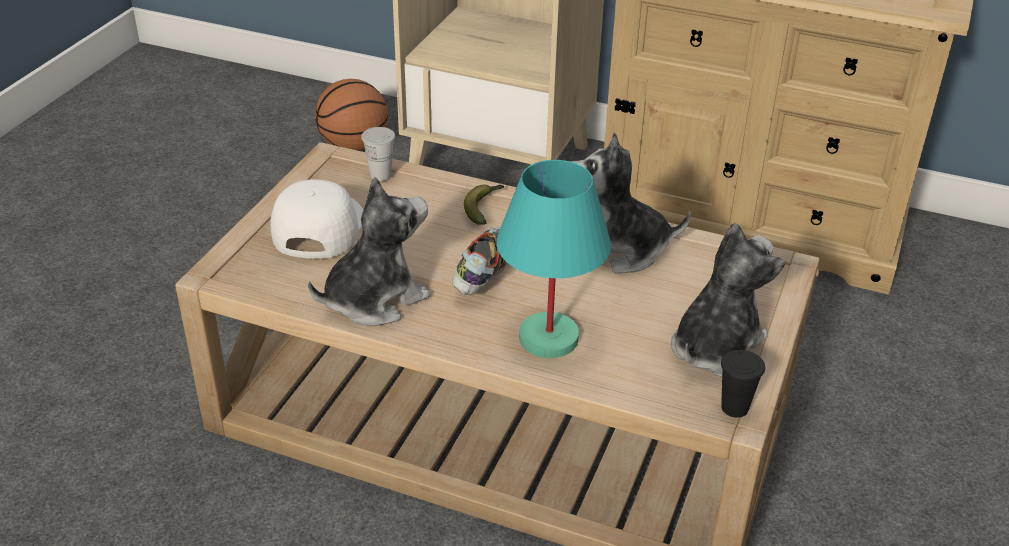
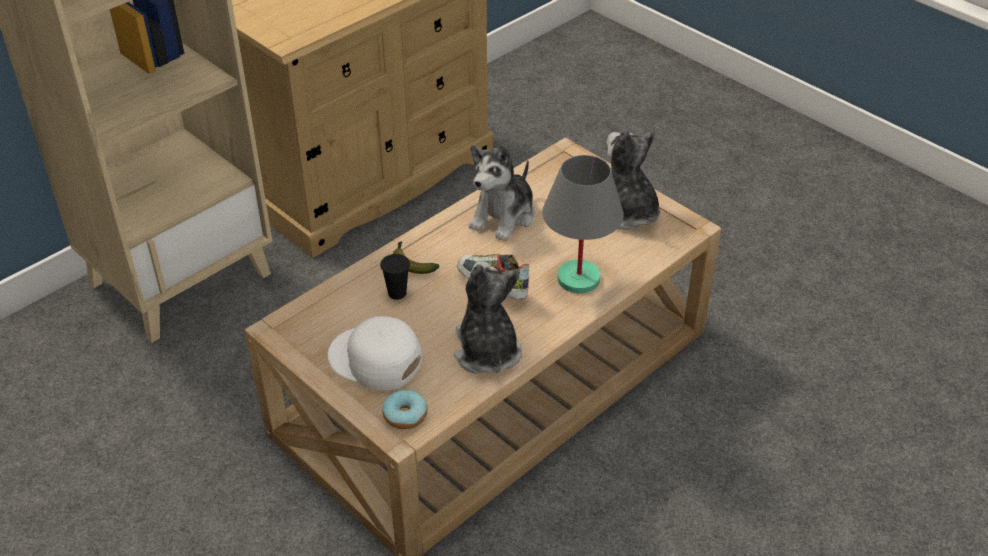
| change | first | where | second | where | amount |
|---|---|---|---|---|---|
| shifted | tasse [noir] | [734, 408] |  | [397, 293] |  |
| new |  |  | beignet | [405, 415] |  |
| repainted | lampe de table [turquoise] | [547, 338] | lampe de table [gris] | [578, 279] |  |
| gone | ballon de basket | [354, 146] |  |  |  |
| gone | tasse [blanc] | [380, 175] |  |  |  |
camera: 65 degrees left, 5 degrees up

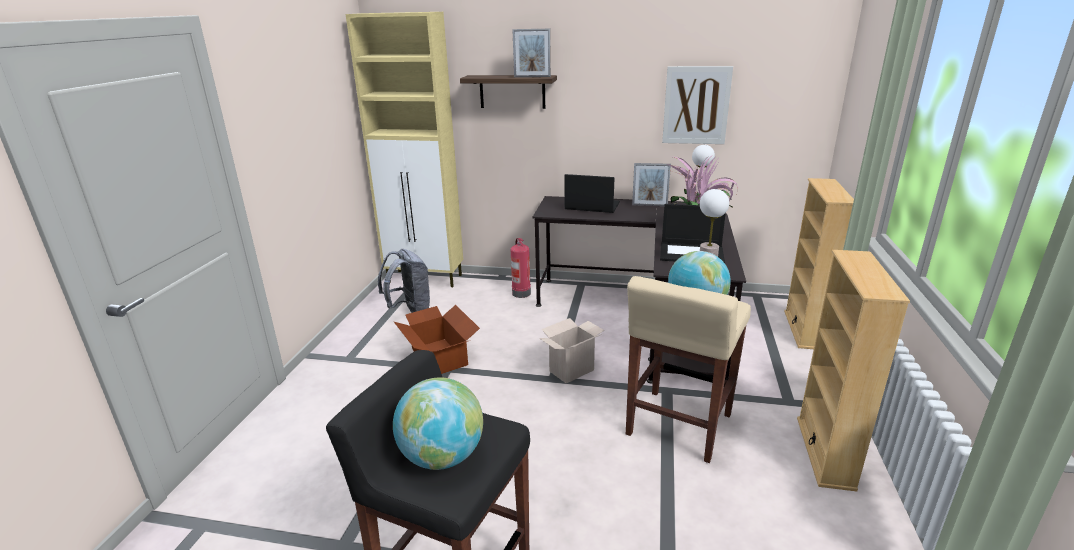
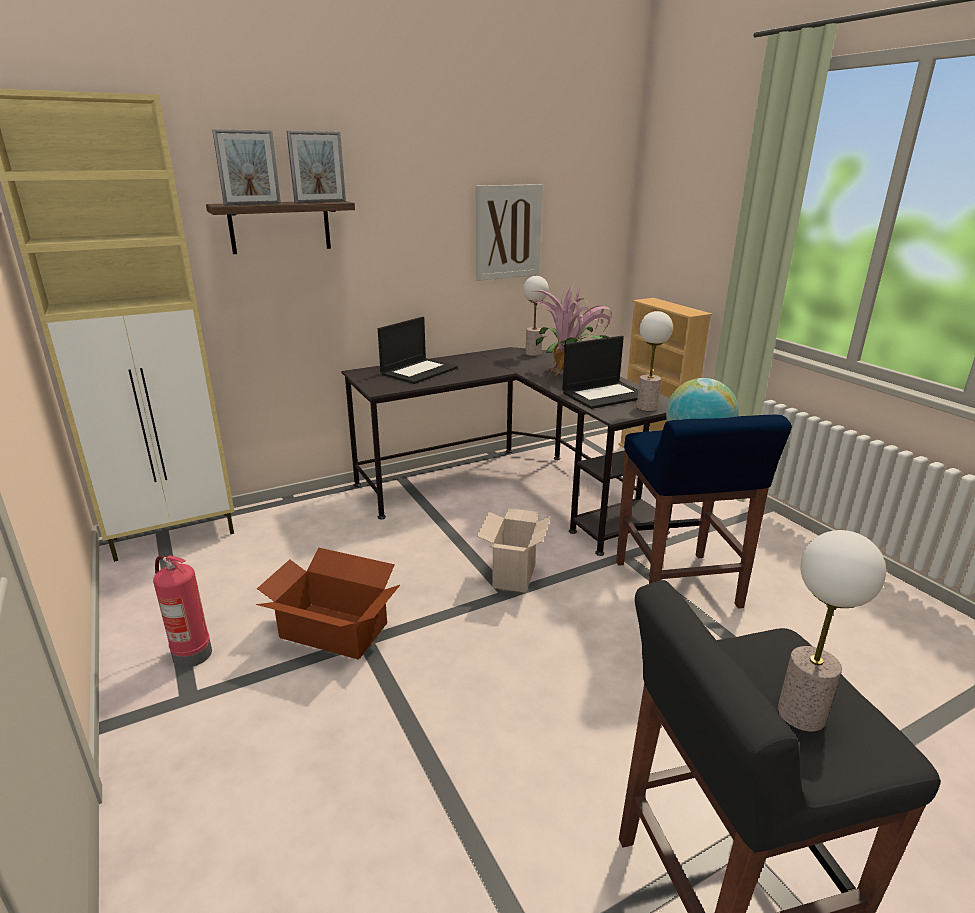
| change | first | where | second | where | amount |
|---|---|---|---|---|---|
| shifted | extincteur | [520, 293] |  | [190, 654] |  |
| shifted | cadre photo | [649, 205] |  | [252, 204] |  |
| rotated | ordinateur portable | [591, 206] |  | [419, 371] | 150 degrees clockwise |
| repainted | tabouret [beige] | [678, 426] | tabouret [bleu] | [677, 586] |  |
| swapped | globe | [442, 457] | lampe de table | [800, 714] |  |
| gone | sac à dos [gris] | [409, 310] |  |  |  |
| gone | bibliothèque [beige] | [825, 452] |  |  |  |
camera: 40 degrees left, 0 degrees up

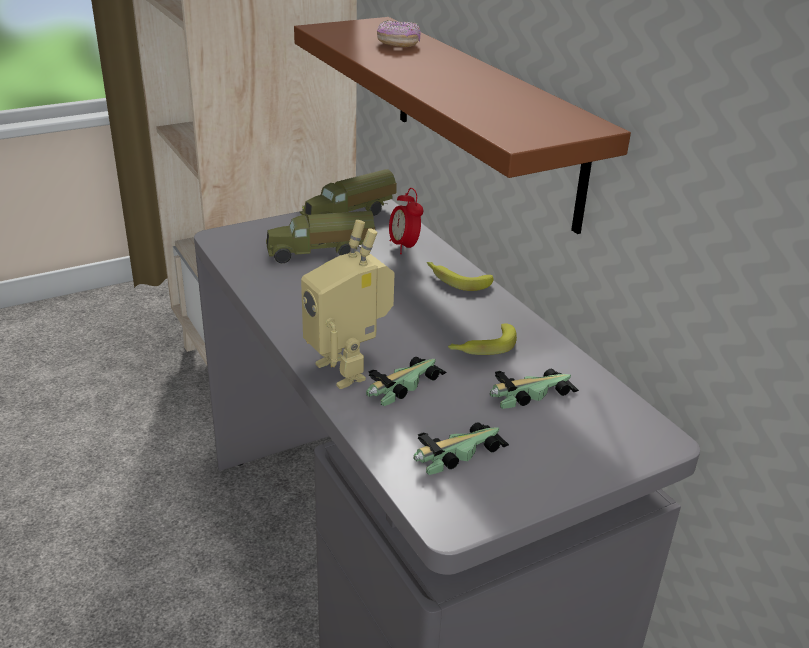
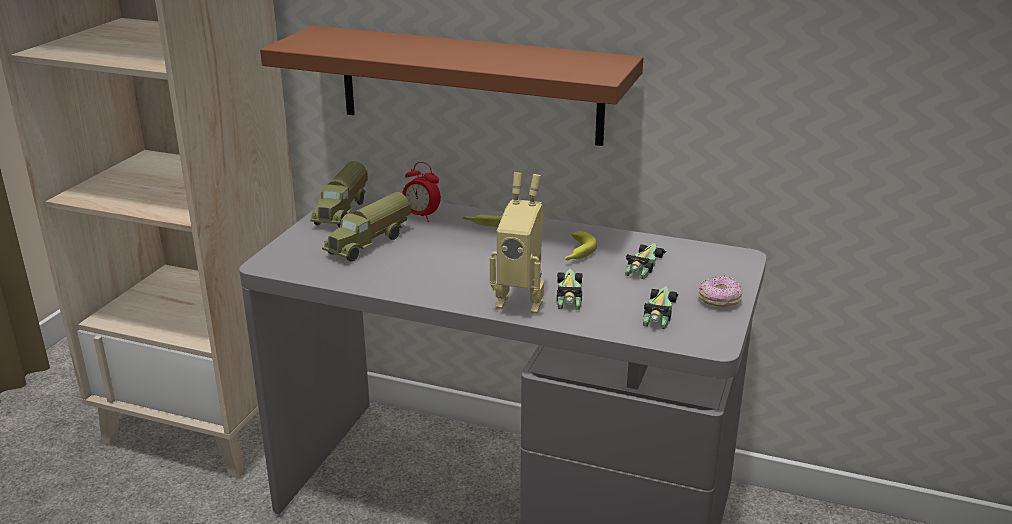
| change | first | where | second | where | amount |
|---|---|---|---|---|---|
| shifted | beignet | [398, 44] |  | [719, 301] |  |
camera: 40 degrees left, 5 degrees down

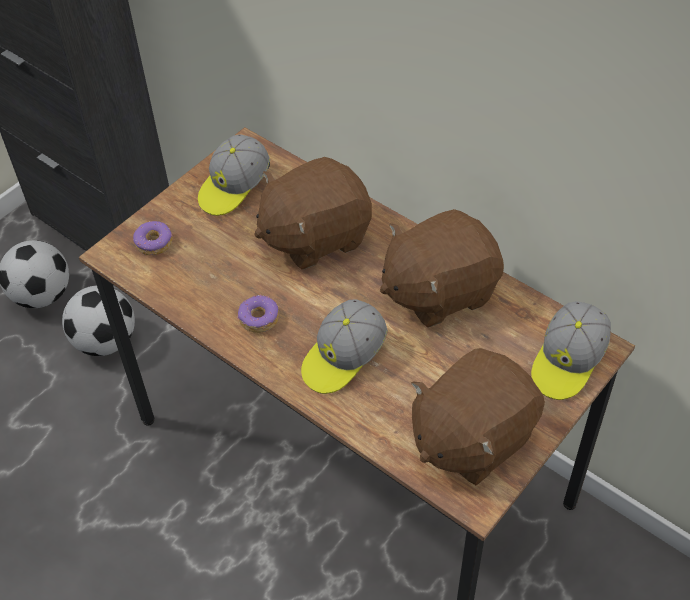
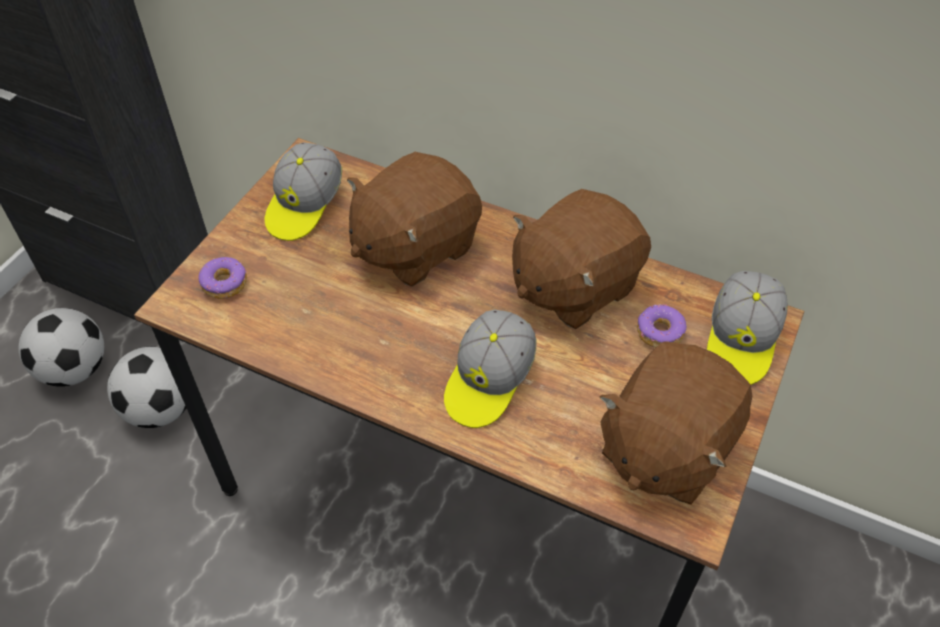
| change | first | where | second | where | amount |
|---|---|---|---|---|---|
| shifted | beignet | [258, 319] |  | [659, 332] |  |
camera: 15 degrees left, 0 degrees up

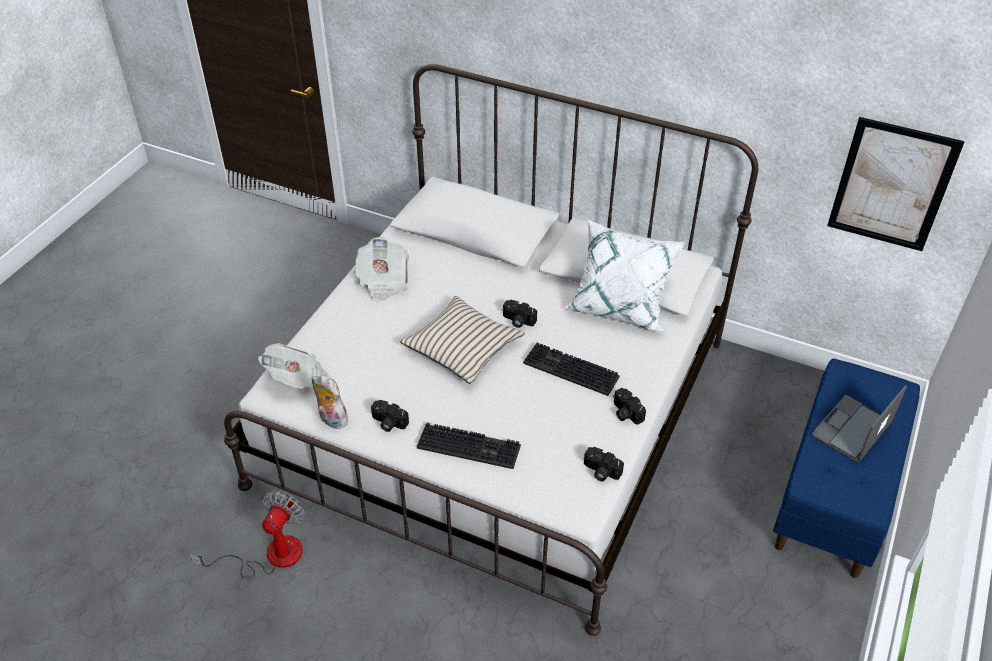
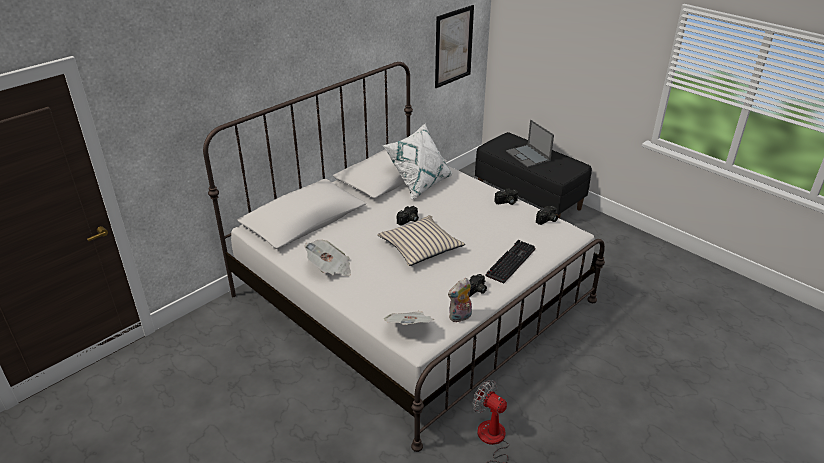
| change | first | where | second | where | amount |
|---|---|---|---|---|---|
| repainted | banc [bleu] | [836, 493] | banc [noir] | [529, 198] |  |
| gone | clavier | [568, 371] |  |  |  |
camera: 70 degrees left, 10 degrees down

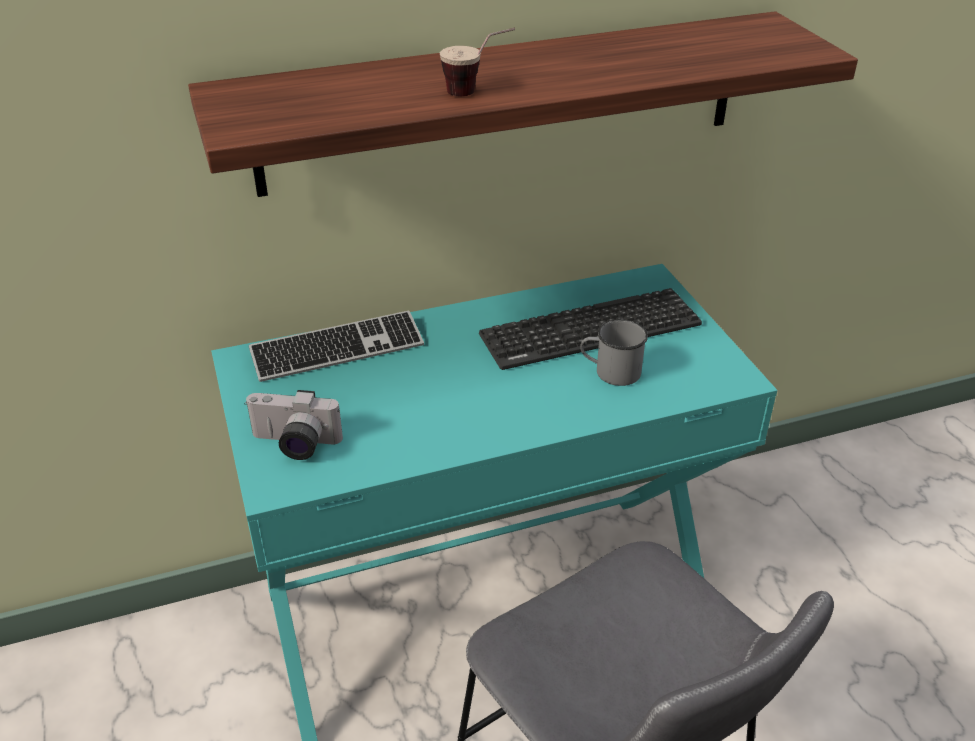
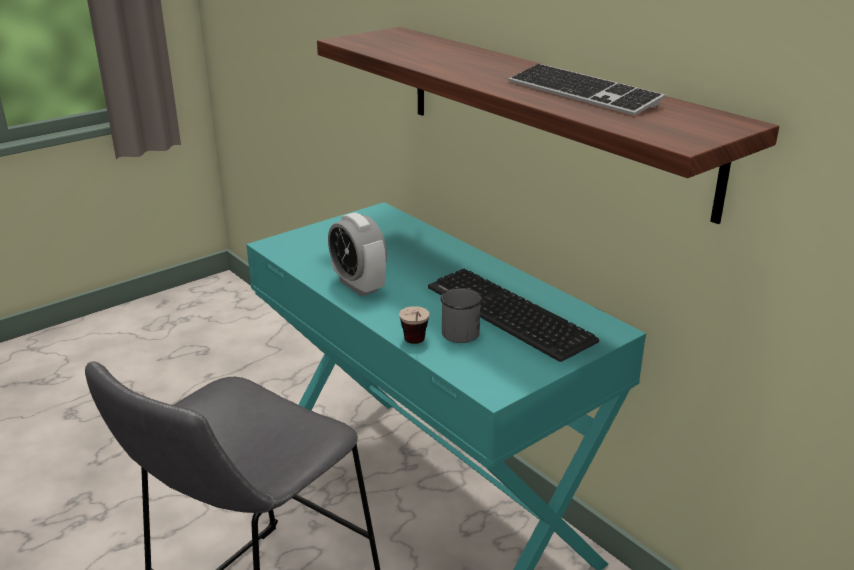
| change | first | where | second | where | amount |
|---|---|---|---|---|---|
| new |  |  | réveil | [358, 285] |  |
| shifted | tasse | [477, 93] |  | [416, 345] |  |
| shifted | clavier | [337, 349] |  | [582, 93] |  |
| gone | appareil photo | [294, 445] |  |  |  |
camera: 70 degrees right, 10 degrees down

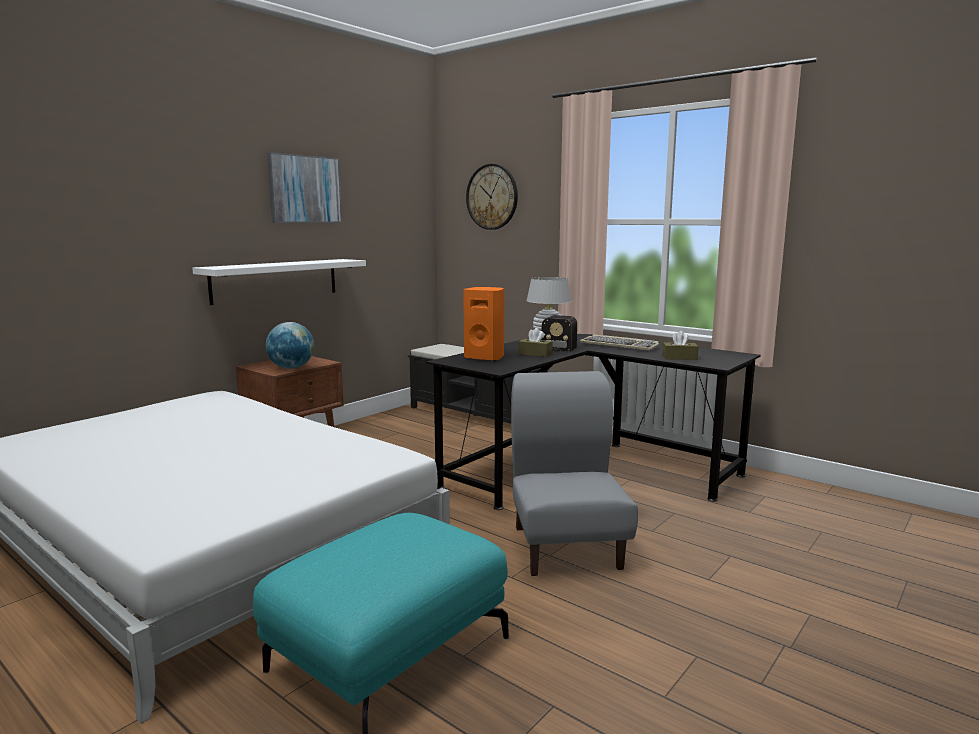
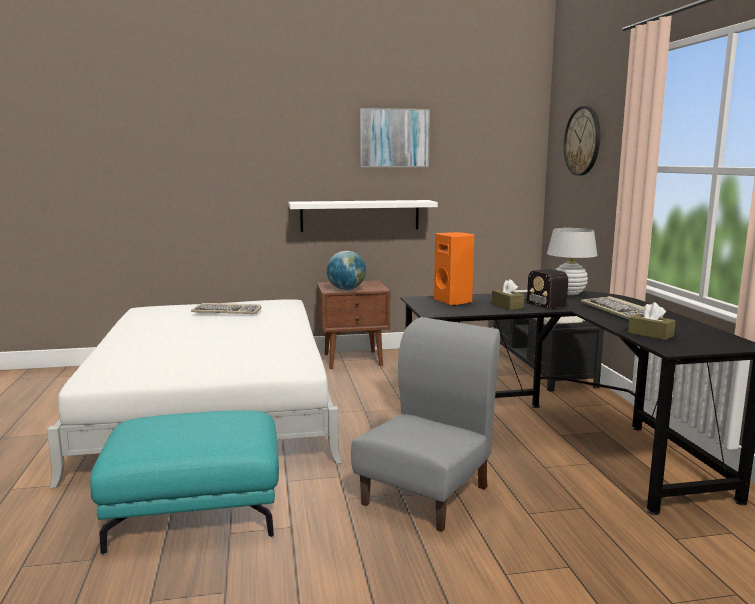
| change | first | where | second | where | amount |
|---|---|---|---|---|---|
| new |  |  | clavier | [228, 311] |  |
camera: 40 degrees right, 0 degrees up

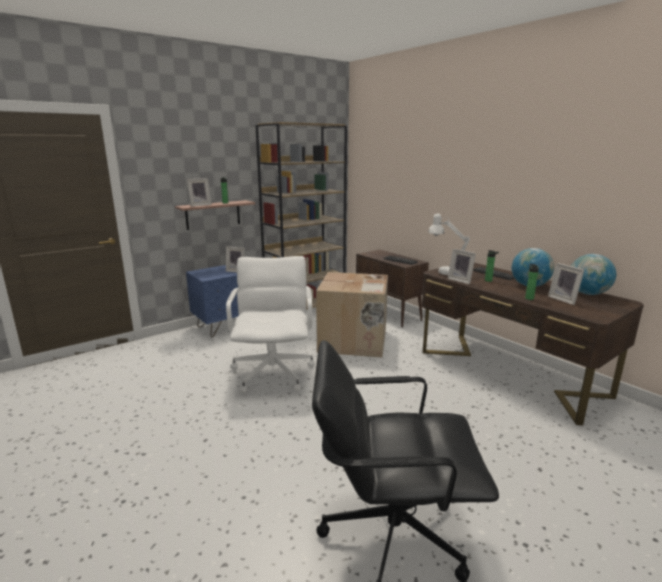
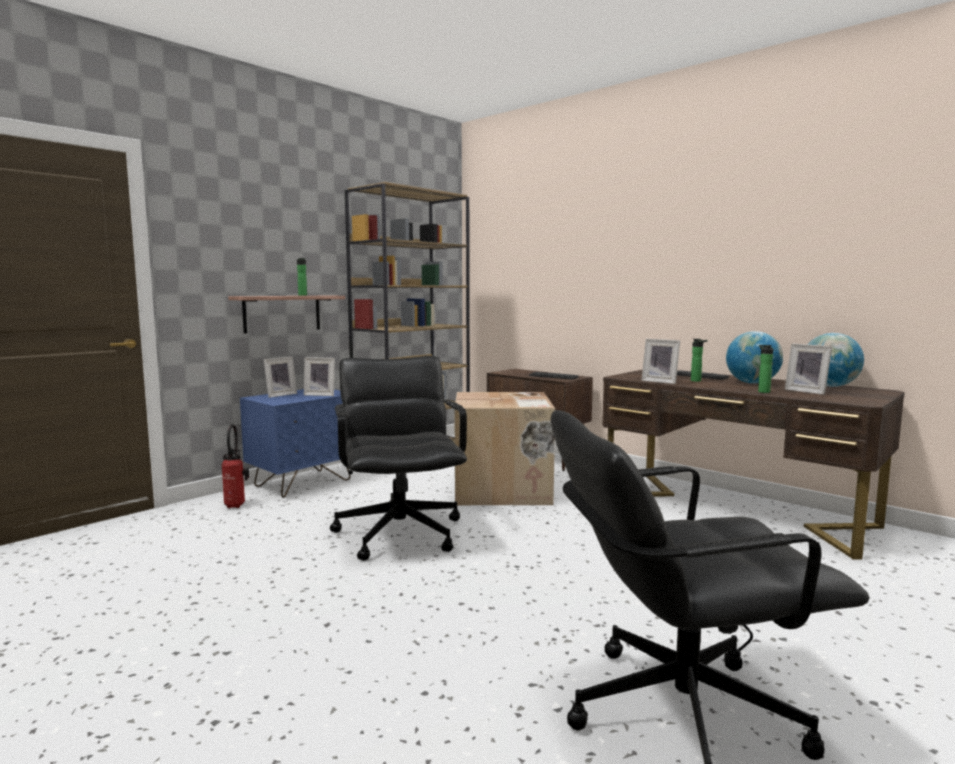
| change | first | where | second | where | amount |
|---|---|---|---|---|---|
| new |  |  | extincteur | [237, 505] |  |
| shifted | cadre photo | [199, 205] |  | [280, 395] |  |
| repainted | chaise de bureau [blanc] | [273, 373] | chaise de bureau [noir] | [400, 533] |  |
| gone | lampe de table [blanc] | [444, 271] |  |  |  |
camera: 10 degrees left, 10 degrees down

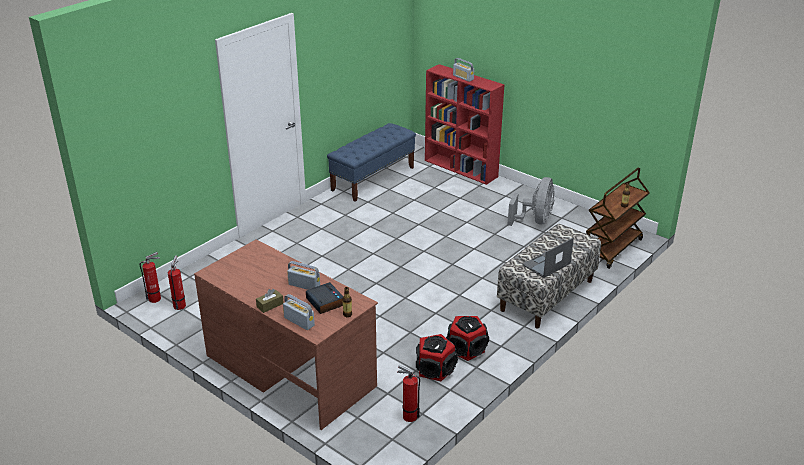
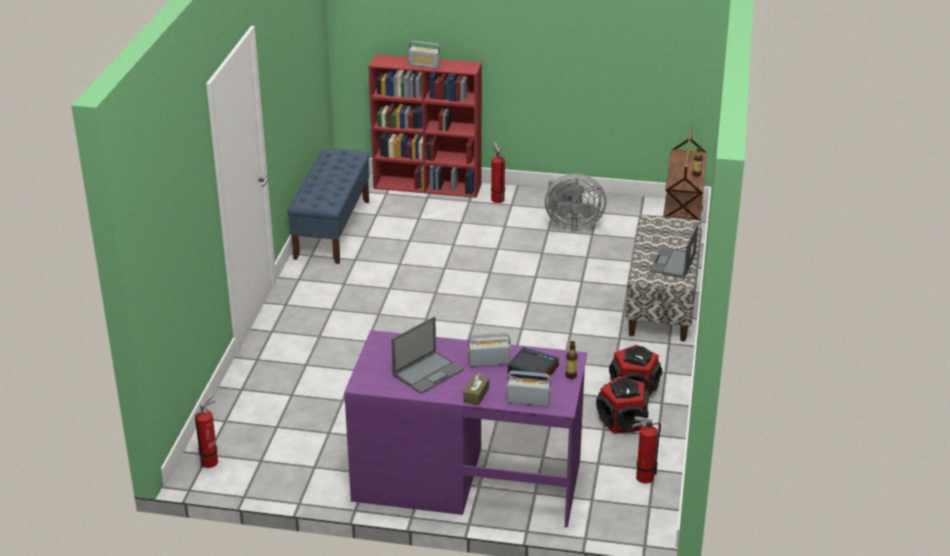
| change | first | where | second | where | amount |
|---|---|---|---|---|---|
| repainted | bureau [marron] | [290, 370] | bureau [violet] | [467, 479] |  |
| new |  |  | ordinateur portable | [428, 372] |  |
| shifted | extincteur | [180, 305] |  | [497, 198] |  |
| rotated | ventilateur [gris] | [535, 221] |  | [572, 224] | 105 degrees clockwise |
camera: 30 degrees left, 0 degrees up

